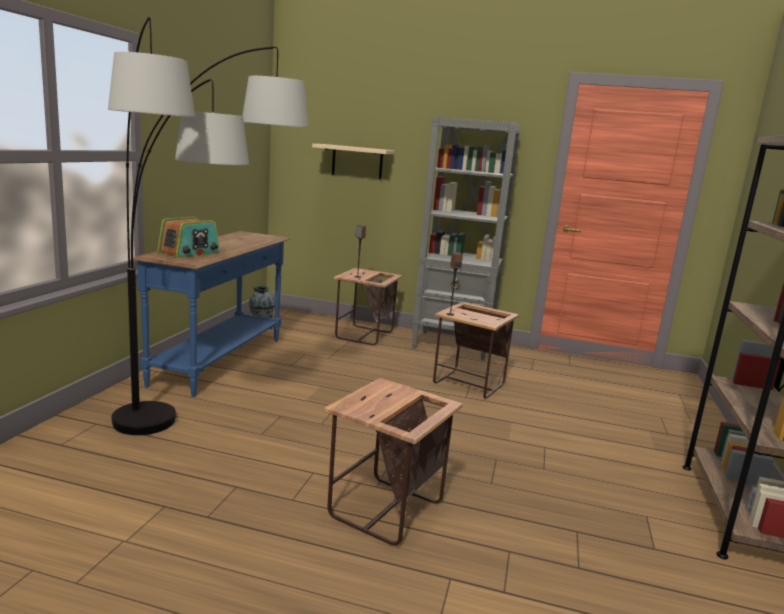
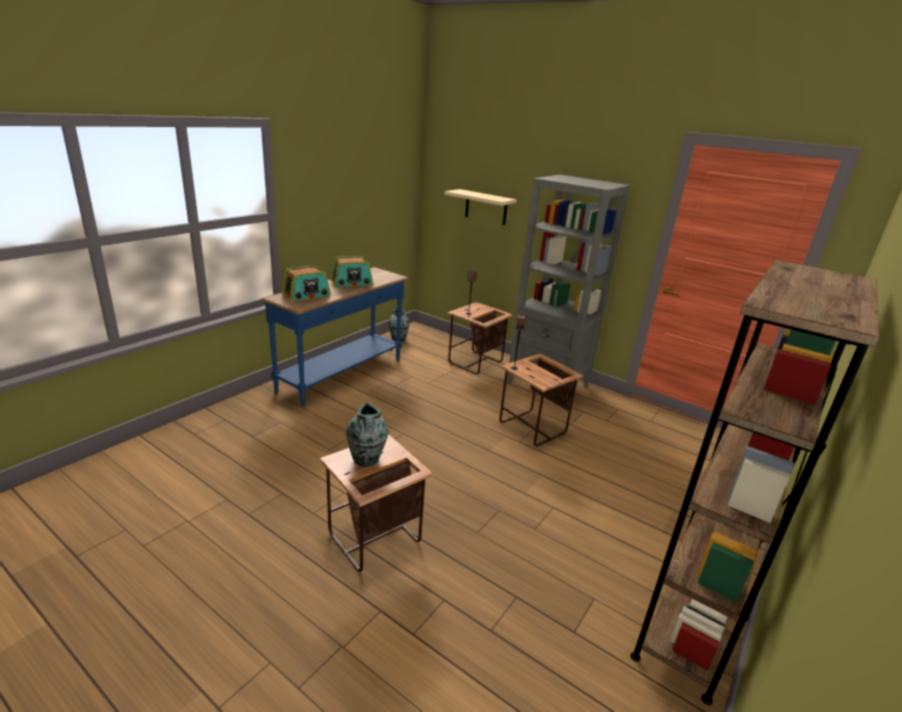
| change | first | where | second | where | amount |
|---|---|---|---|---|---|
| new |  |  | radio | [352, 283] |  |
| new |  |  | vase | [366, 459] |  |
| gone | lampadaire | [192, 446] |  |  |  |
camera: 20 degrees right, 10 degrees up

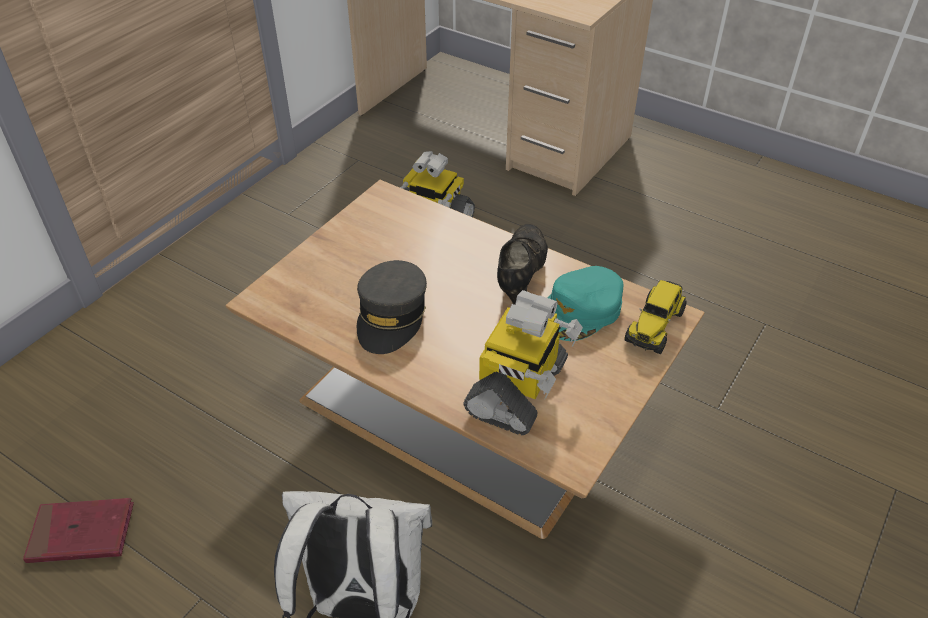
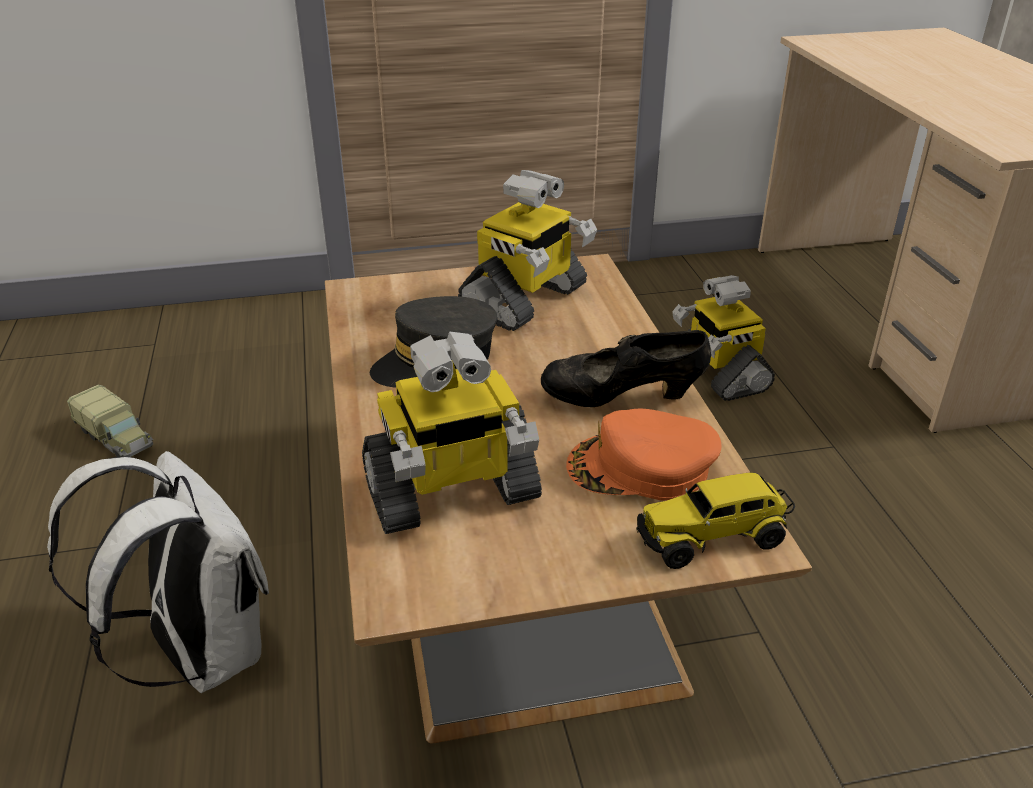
| change | first | where | second | where | amount |
|---|---|---|---|---|---|
| swapped | livre [rouge] | [82, 533] | camion jouet | [116, 439] |  |
| new |  |  | robot jouet | [525, 301] |  |
| rotated | chaussure [noir] | [520, 276] |  | [622, 399] | 150 degrees counterclockwise |
| repainted | casquette [turquoise] | [581, 310] | casquette [orange] | [641, 467] |  |
camera: 45 degrees right, 10 degrees down

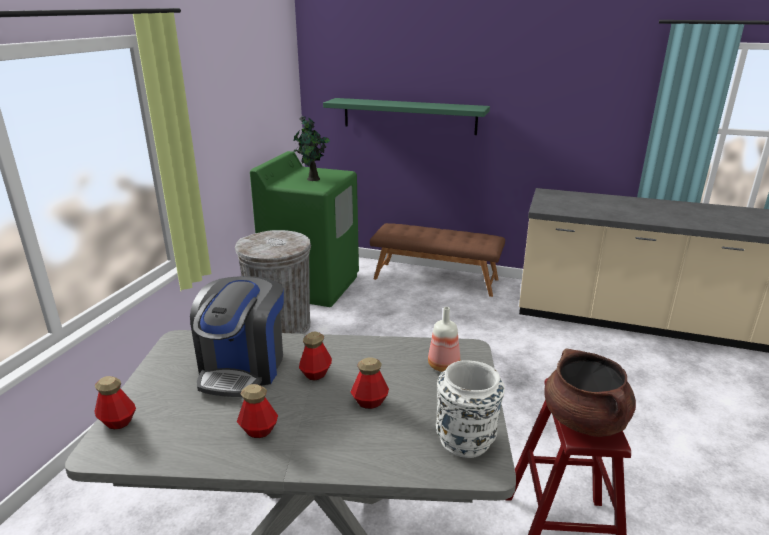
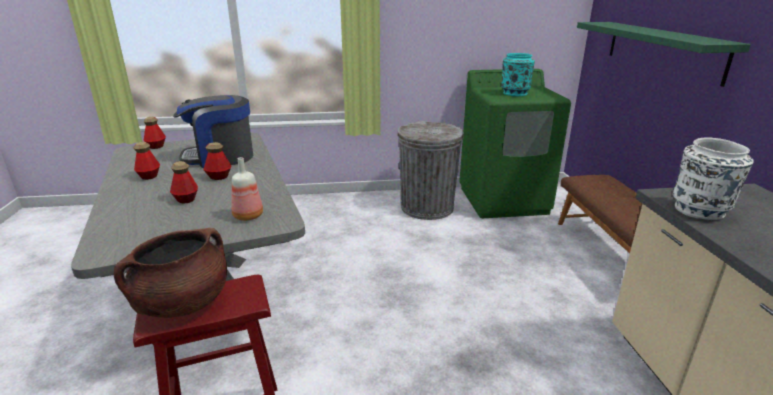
| change | first | where | second | where | amount |
|---|---|---|---|---|---|
| swapped | plante en pot | [313, 179] | vase [turquoise] | [514, 93] |  |
| shifted | vase [blanc] | [466, 440] |  | [700, 211] |  |
camera: 65 degrees right, 0 degrees up

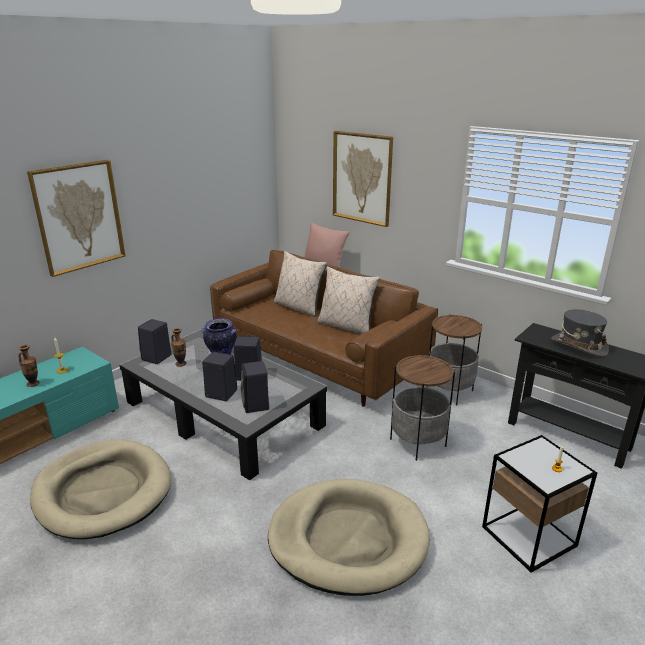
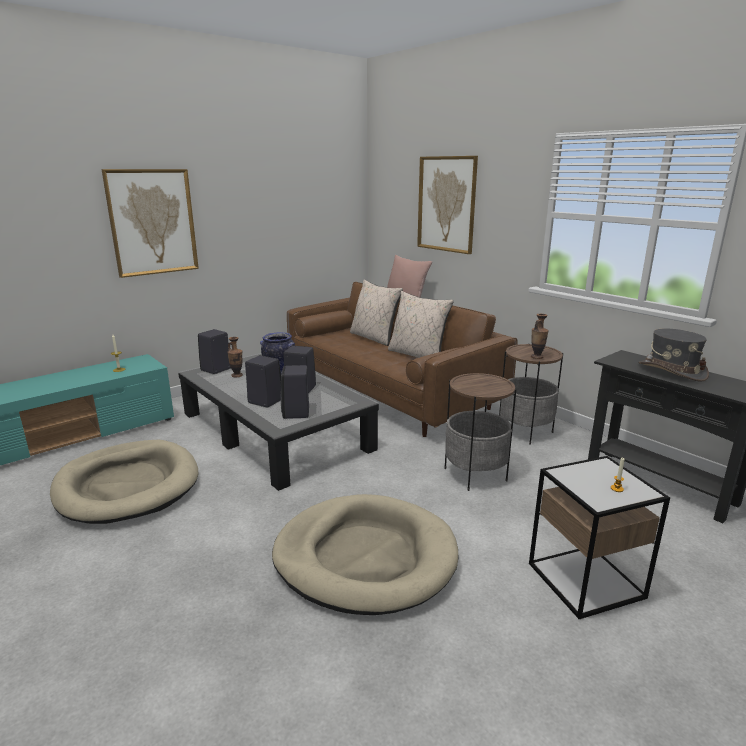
| change | first | where | second | where | amount |
|---|---|---|---|---|---|
| shifted | vase | [33, 384] |  | [537, 357] |  |
camera: 10 degrees right, 5 degrees down

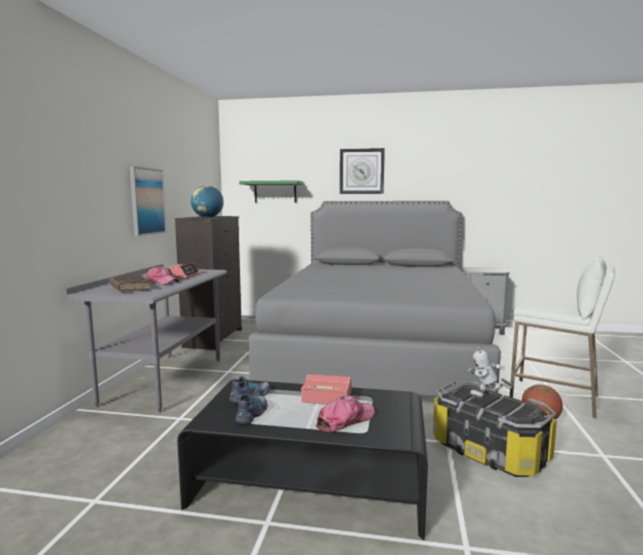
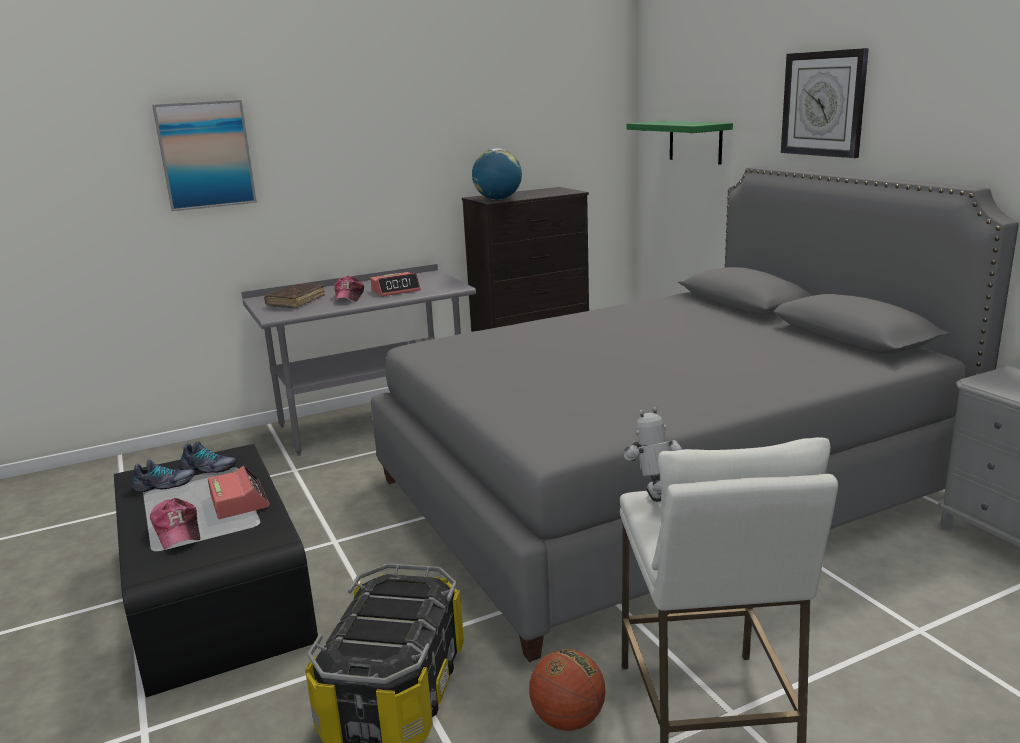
| change | first | where | second | where | amount |
|---|---|---|---|---|---|
| rotated | casquette | [345, 420] |  | [178, 531] | 45 degrees clockwise |
| shifted | tableau | [147, 201] |  | [205, 155] |  |
| shifted | robot jouet | [487, 399] |  | [657, 506] |  |
camera: 55 degrees right, 10 degrees up

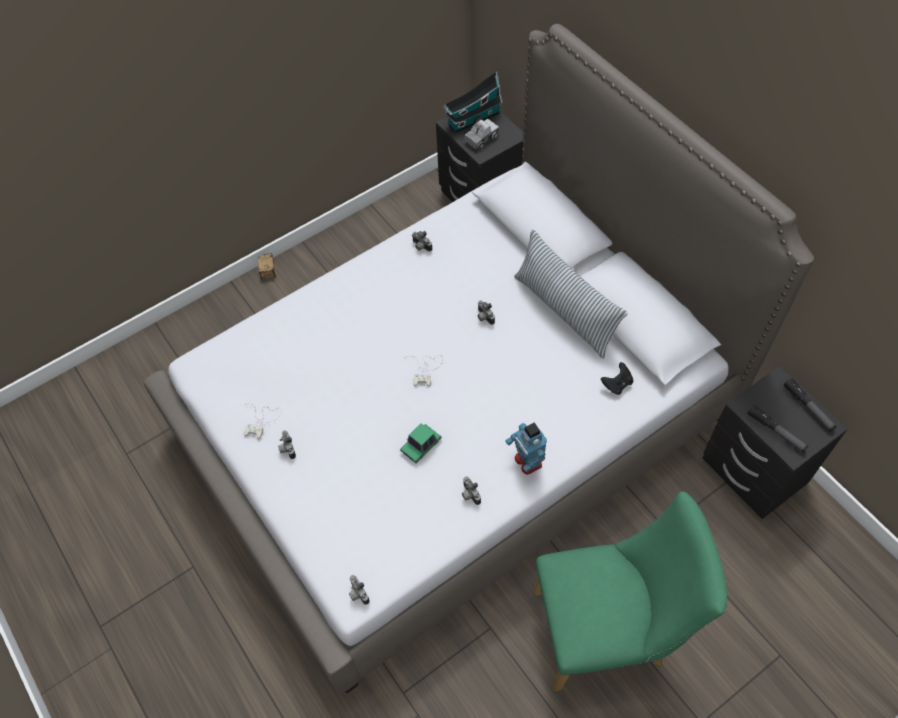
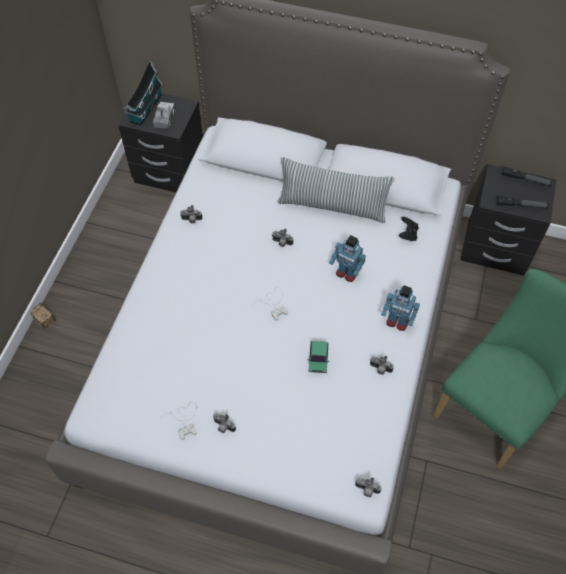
| change | first | where | second | where | amount |
|---|---|---|---|---|---|
| new |  |  | robot jouet | [346, 273] |  |
camera: 40 degrees left, 0 degrees up

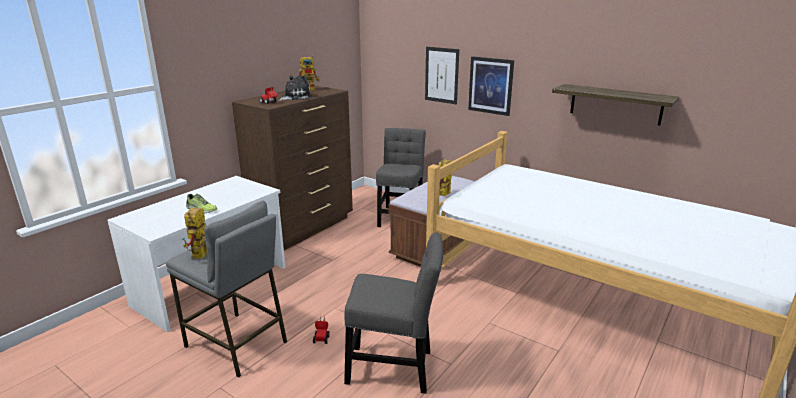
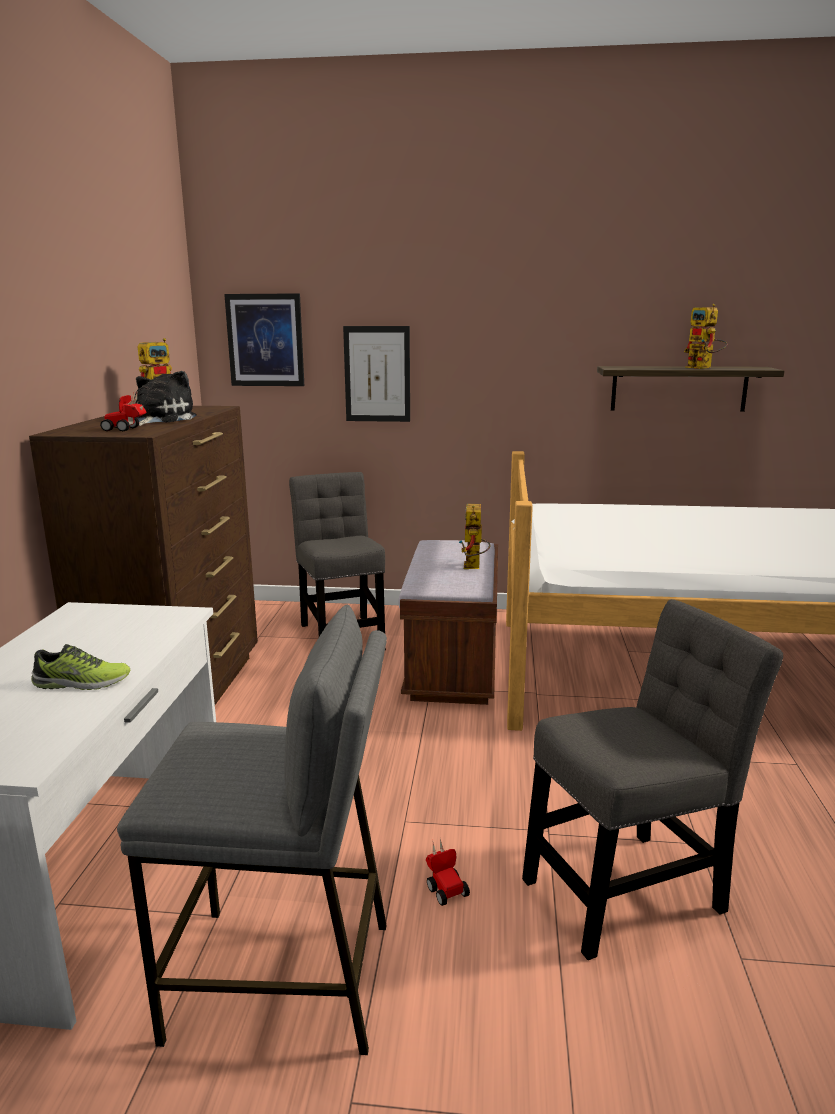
| change | first | where | second | where | amount |
|---|---|---|---|---|---|
| shifted | tableau | [490, 85] |  | [265, 340] |  |
| shifted | robot jouet | [200, 256] |  | [703, 368] |  |
camera: 30 degrees left, 5 degrees down

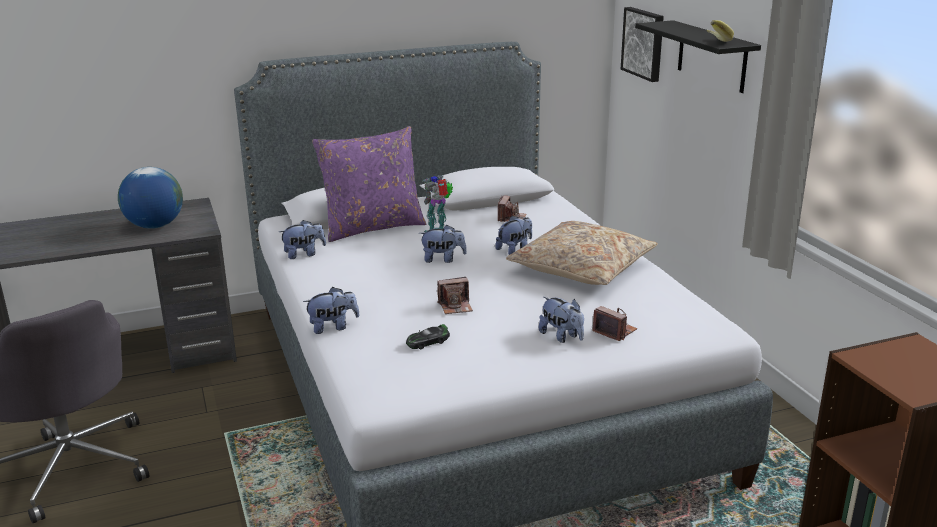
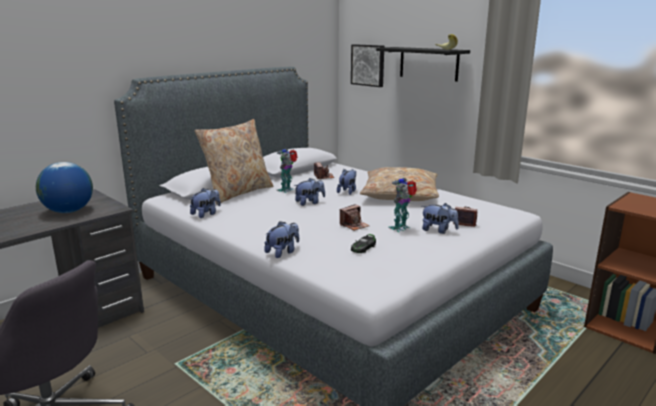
| change | first | where | second | where | amount |
|---|---|---|---|---|---|
| repainted | coussin [violet] | [372, 227] | coussin [beige] | [238, 192] |  |
| new |  |  | robot jouet | [401, 228] |  |
camera: 25 degrees left, 5 degrees down

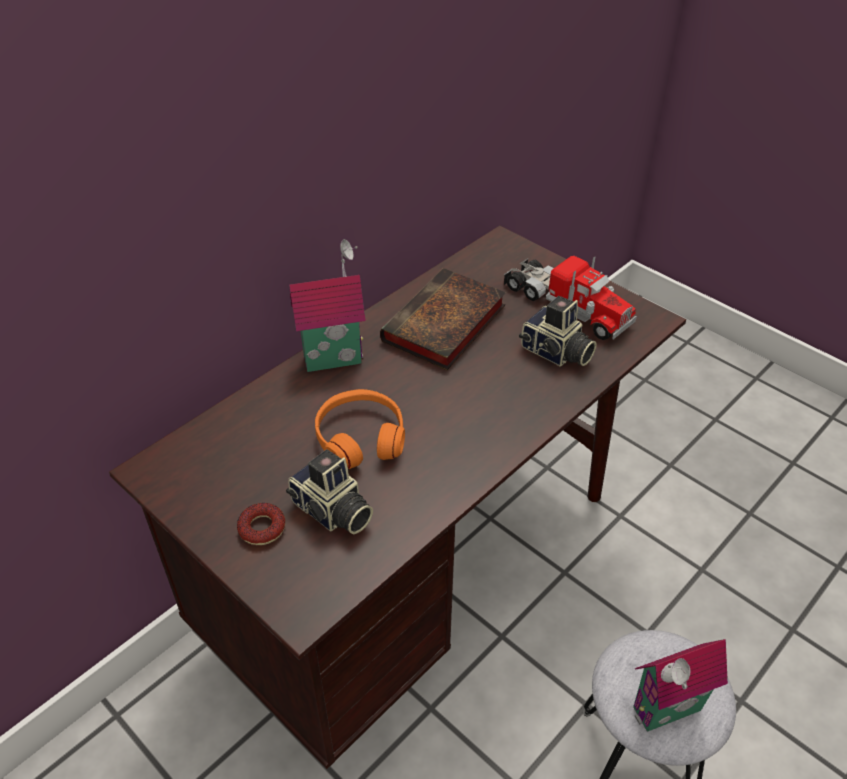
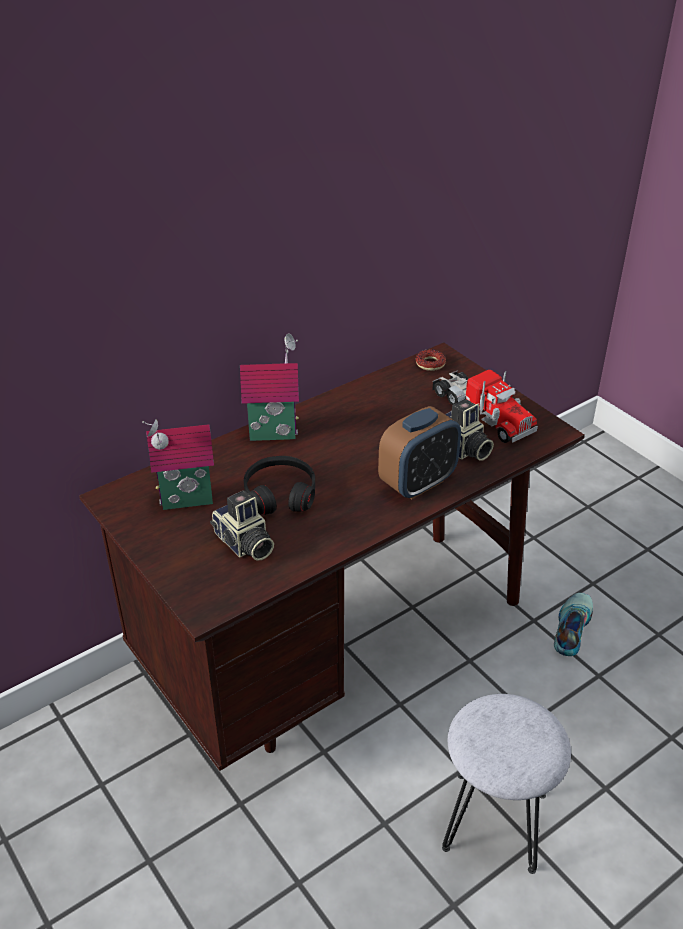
| change | first | where | second | where | amount |
|---|---|---|---|---|---|
| shifted | maison miniature | [668, 713] |  | [186, 502] |  |
| repainted | casque audio [orange] | [360, 437] | casque audio [noir] | [280, 494] |  |
| new |  |  | réveil | [418, 483] |  |
| shifted | beignet | [262, 528] |  | [430, 364] |  |
| new |  |  | chaussure | [570, 627] |  |
| gone | livre | [443, 326] |  |  |  |
camera: 10 degrees right, 5 degrees down

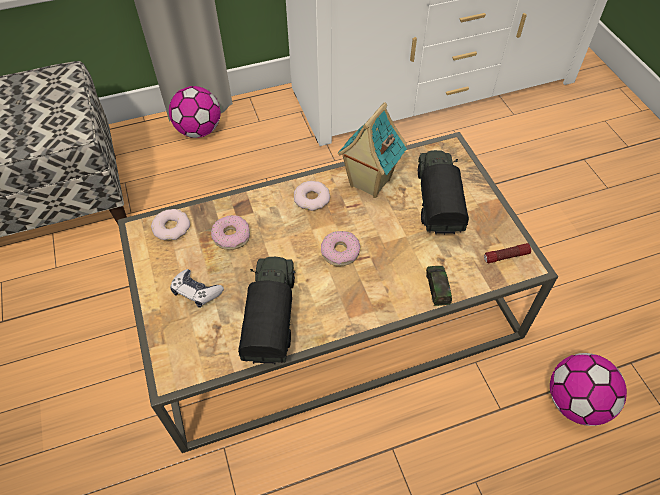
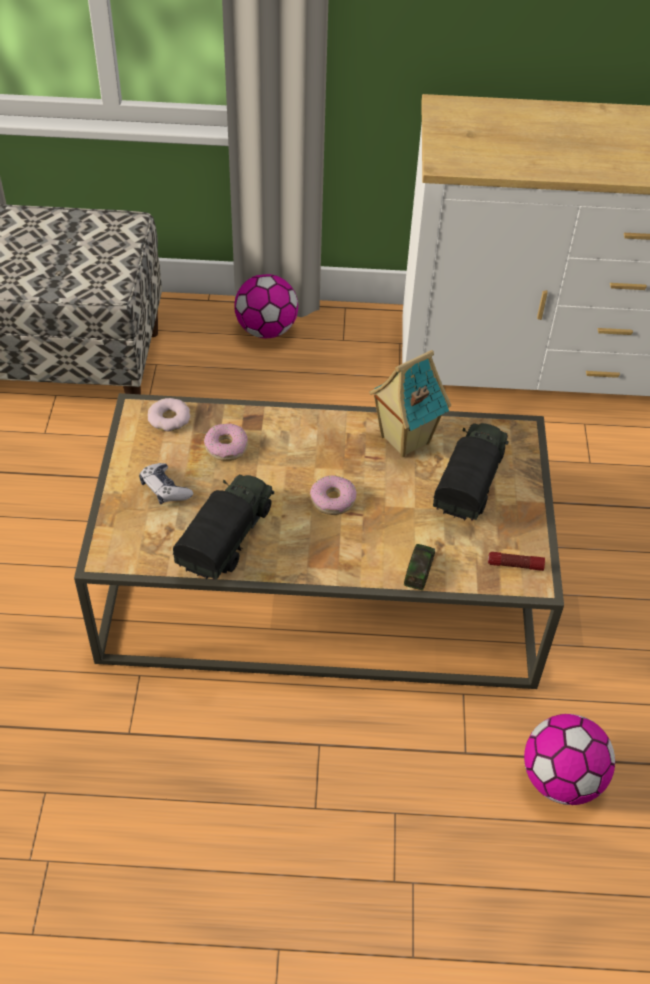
| change | first | where | second | where | amount |
|---|---|---|---|---|---|
| gone | beignet | [312, 198] |  |  |  |
camera: 20 degrees right, 5 degrees down

